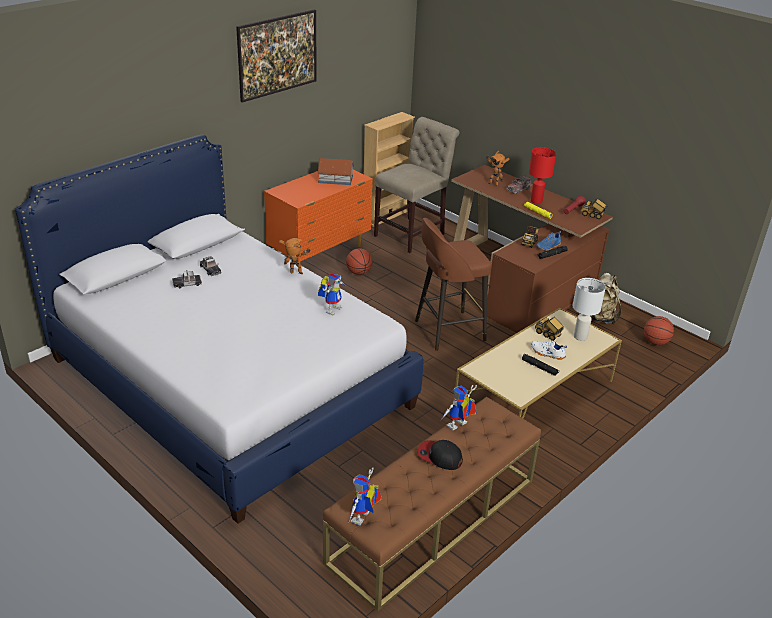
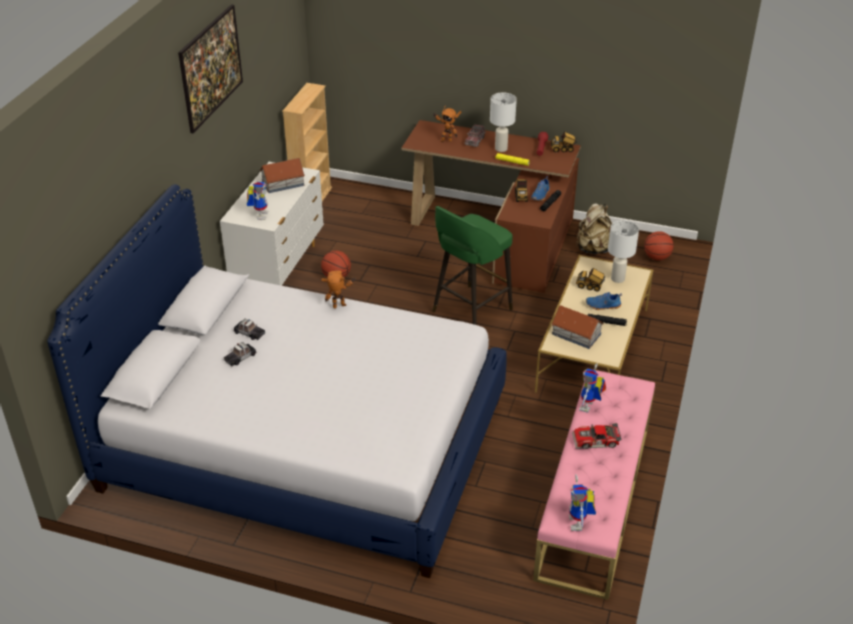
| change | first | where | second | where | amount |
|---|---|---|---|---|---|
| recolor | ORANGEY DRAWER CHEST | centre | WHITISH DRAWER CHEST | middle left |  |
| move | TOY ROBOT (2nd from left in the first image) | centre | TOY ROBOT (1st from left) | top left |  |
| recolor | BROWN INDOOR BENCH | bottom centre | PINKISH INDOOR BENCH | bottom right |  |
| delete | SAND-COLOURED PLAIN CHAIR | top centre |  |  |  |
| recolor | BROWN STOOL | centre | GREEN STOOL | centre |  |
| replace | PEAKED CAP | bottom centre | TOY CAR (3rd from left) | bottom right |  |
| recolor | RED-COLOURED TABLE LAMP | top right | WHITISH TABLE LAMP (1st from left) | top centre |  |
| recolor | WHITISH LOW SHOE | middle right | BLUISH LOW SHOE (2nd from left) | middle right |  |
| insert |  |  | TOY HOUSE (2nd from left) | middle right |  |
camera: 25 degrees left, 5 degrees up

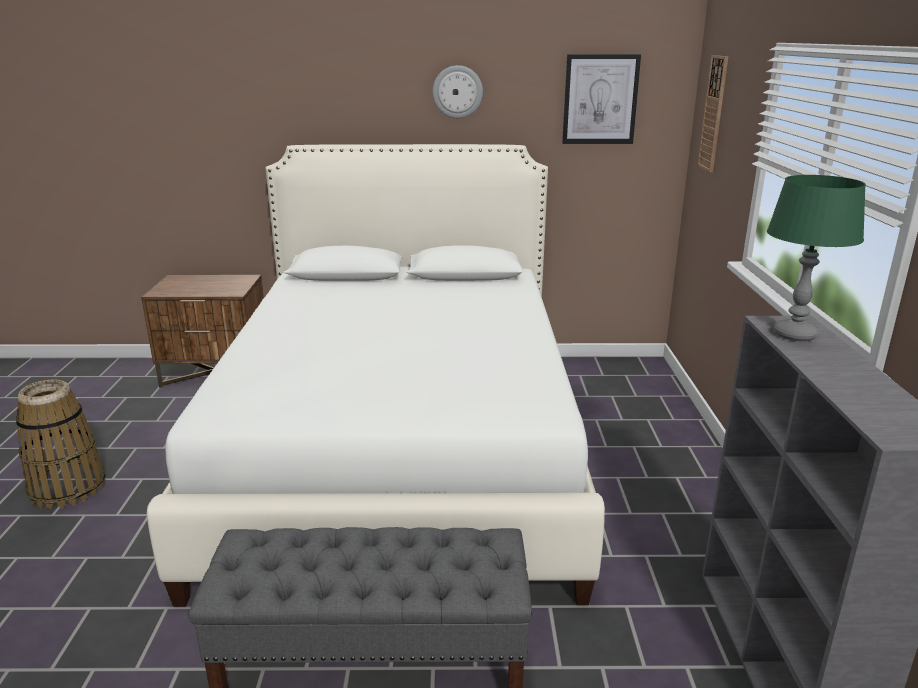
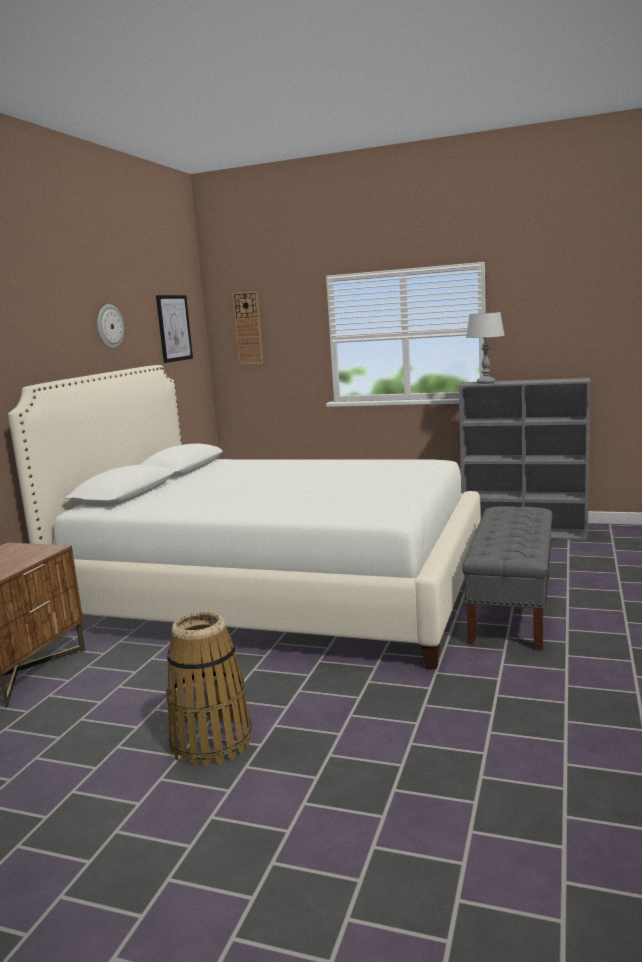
| change | first | where | second | where | amount |
|---|---|---|---|---|---|
| recolor | GREEN TABLE LAMP | middle right | GREY TABLE LAMP | middle right |  |
camera: 70 degrees left, 10 degrees down

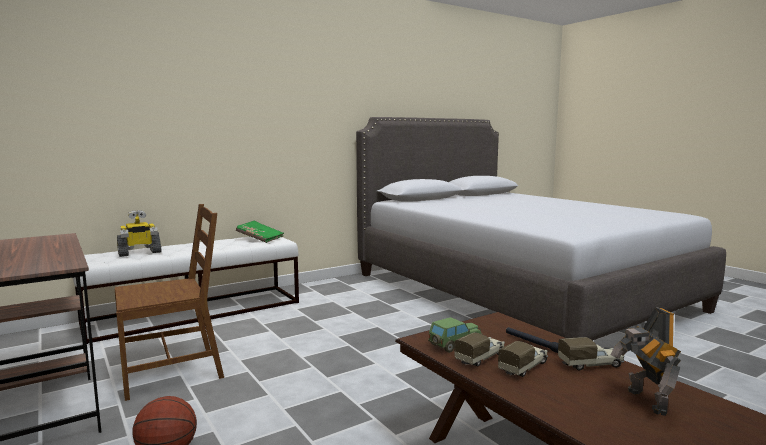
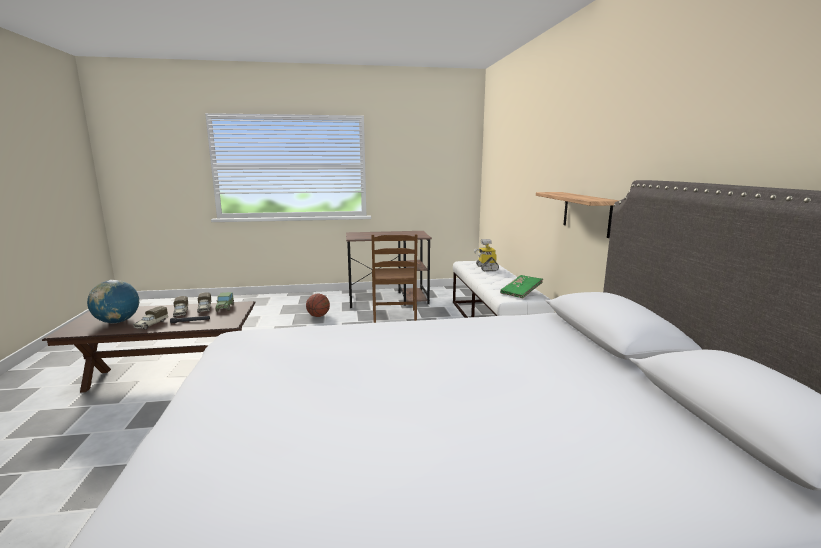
| change | first | where | second | where | amount |
|---|---|---|---|---|---|
| replace | TOY ROBOT (2nd from left) | bottom right | GLOBE | middle left |  |
| insert |  |  | WALL SHELF | middle right |  |
camera: 115 degrees right, 5 degrees up

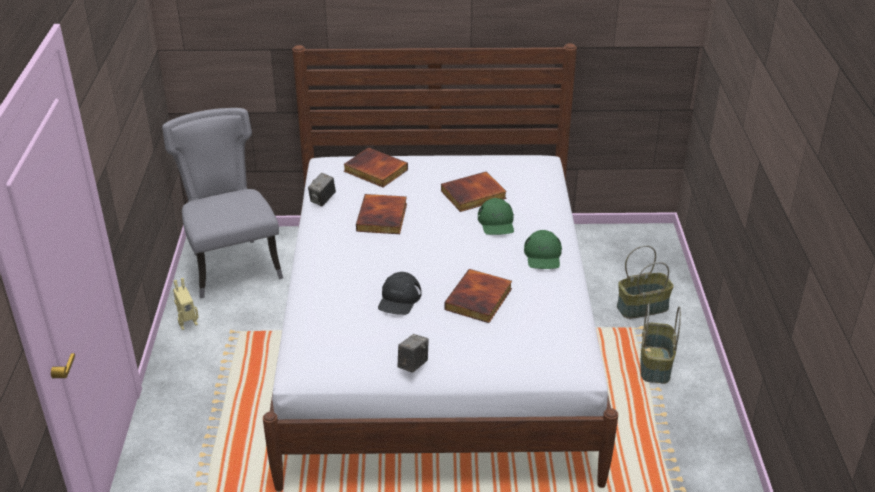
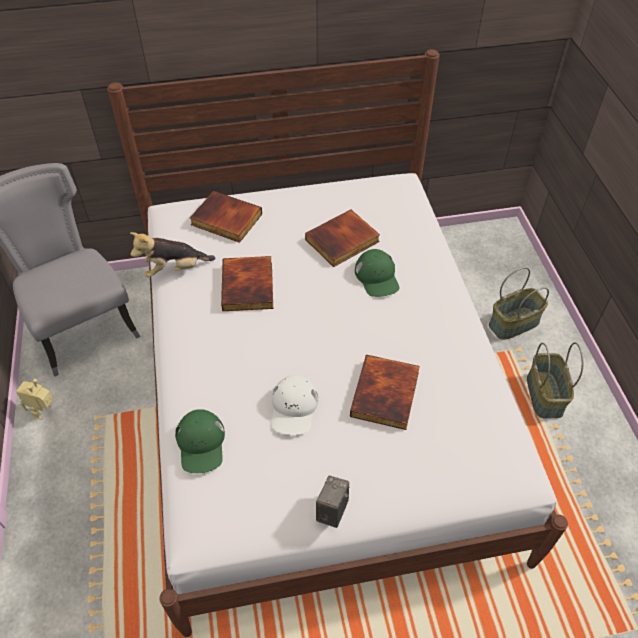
| change | first | where | second | where | amount |
|---|---|---|---|---|---|
| rotate | TOY ROBOT | middle left |  | middle left | 150 degrees clockwise |
| replace | STILL CAMERA (1st from left) | centre | SOFT TOY | middle left |  |
| recolor | BLACK PEAKED CAP | centre | WHITISH PEAKED CAP | centre |  |
| move | GREEN PEAKED CAP (2nd from left in the first image) | centre | GREEN PEAKED CAP (1st from left) | bottom left |  |
camera: 10 degrees left, 15 degrees up

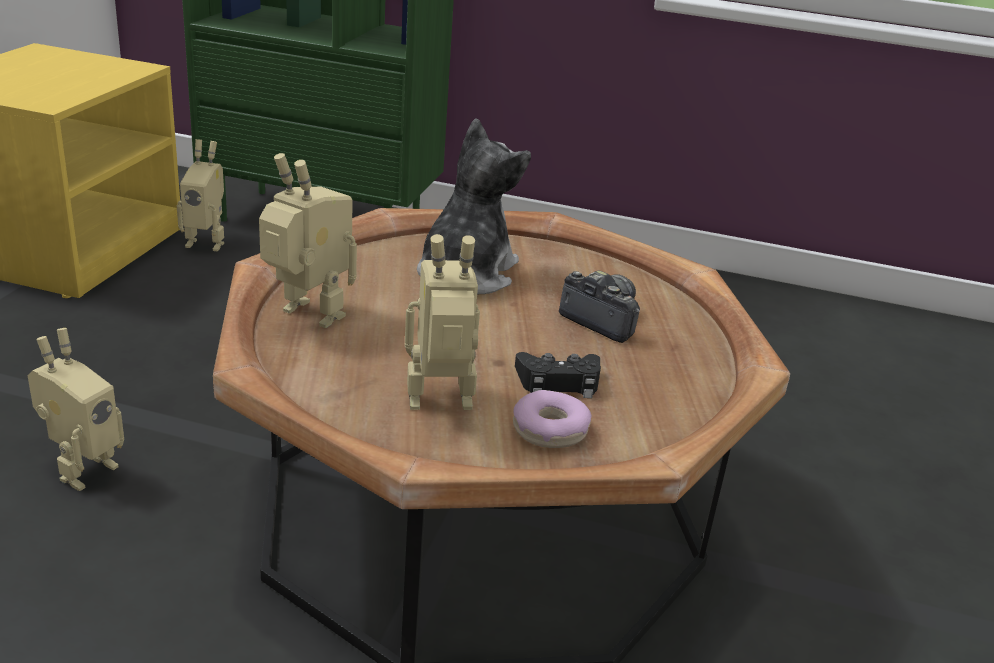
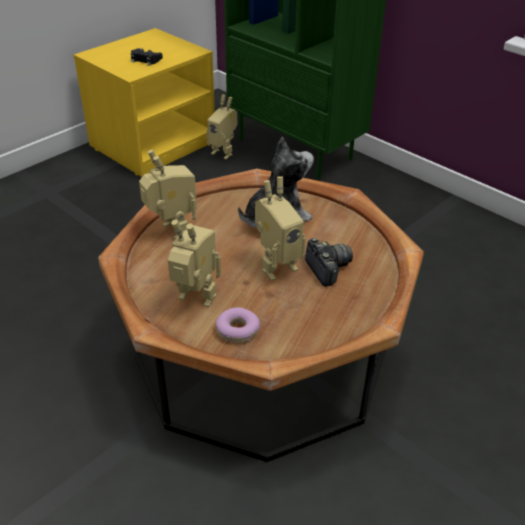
| change | first | where | second | where | amount |
|---|---|---|---|---|---|
| move | TOY ROBOT (1st from left in the first image) | middle left | TOY ROBOT (4th from left) | centre |  |
| move | BLACK JOYPAD | centre |  | top left |  |
camera: 30 degrees right, 10 degrees up

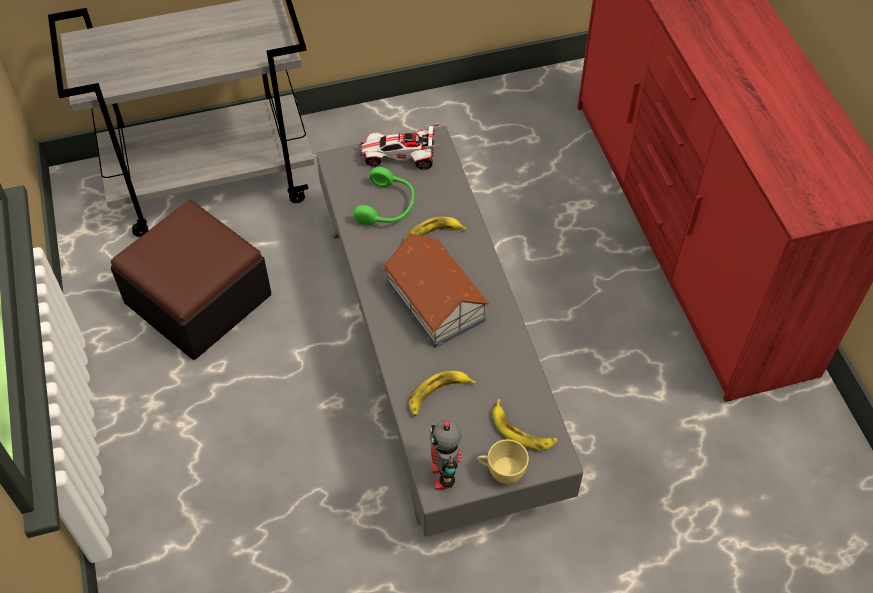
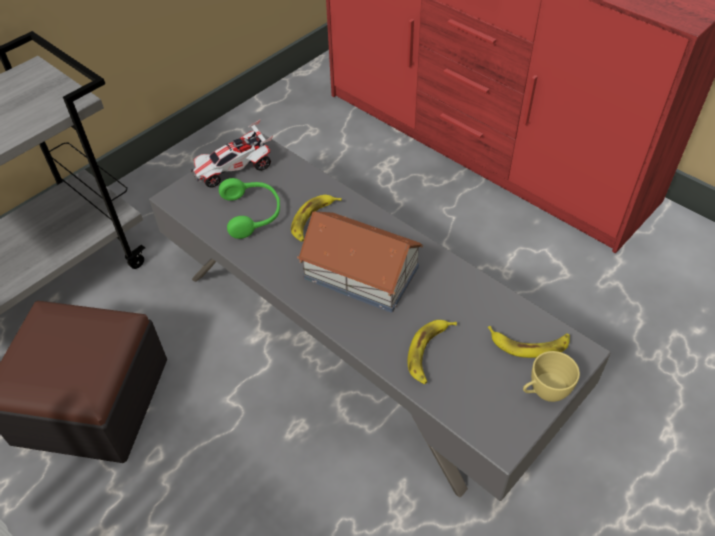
| change | first | where | second | where | amount |
|---|---|---|---|---|---|
| delete | TOY ROBOT | bottom centre |  |  |  |
camera: 30 degrees left, 5 degrees down

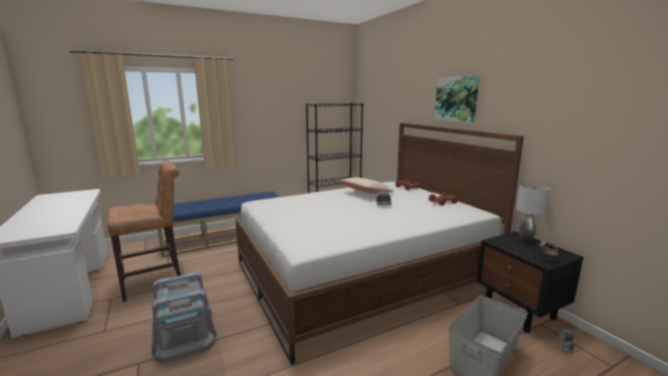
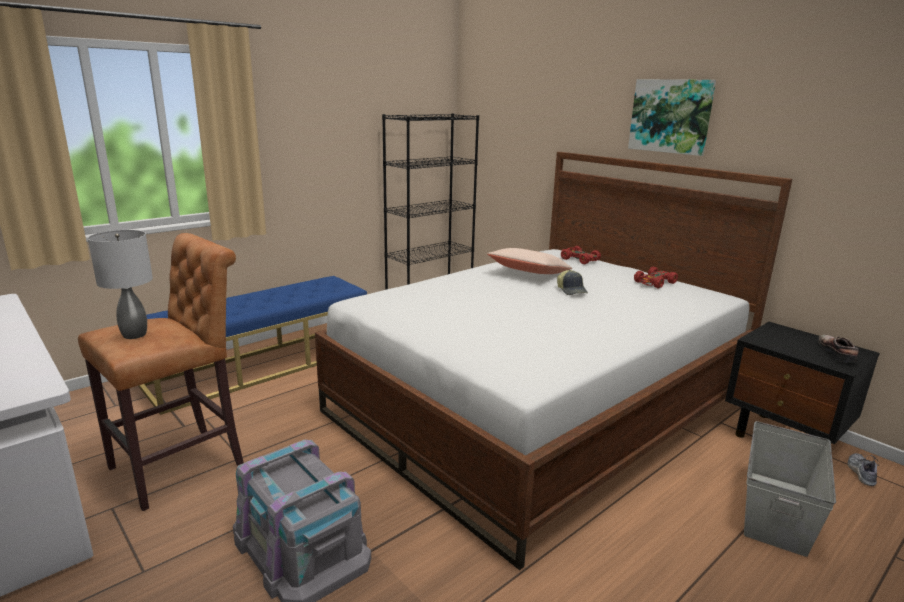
| change | first | where | second | where | amount |
|---|---|---|---|---|---|
| move | GREY TABLE LAMP | middle right |  | middle left |  |
camera: 15 degrees left, 5 degrees up

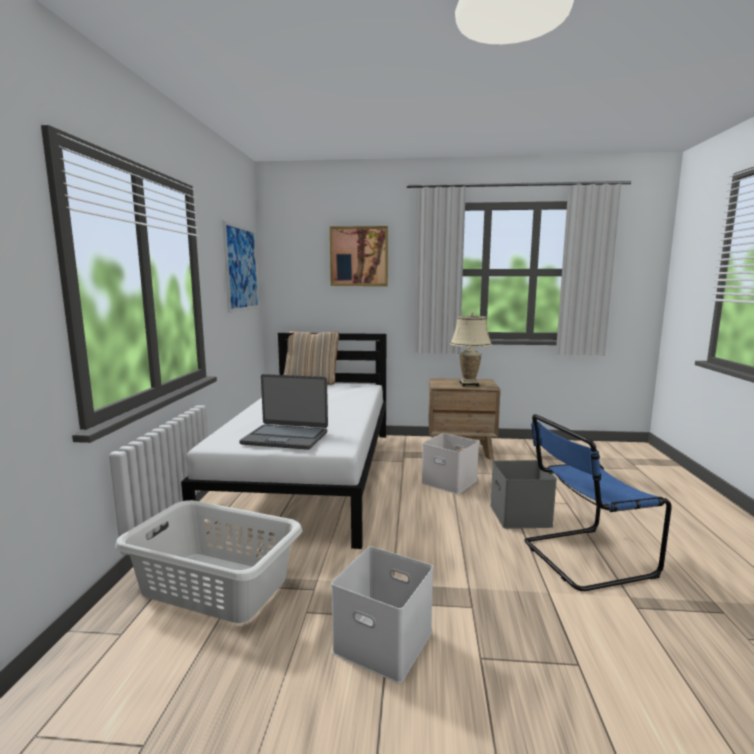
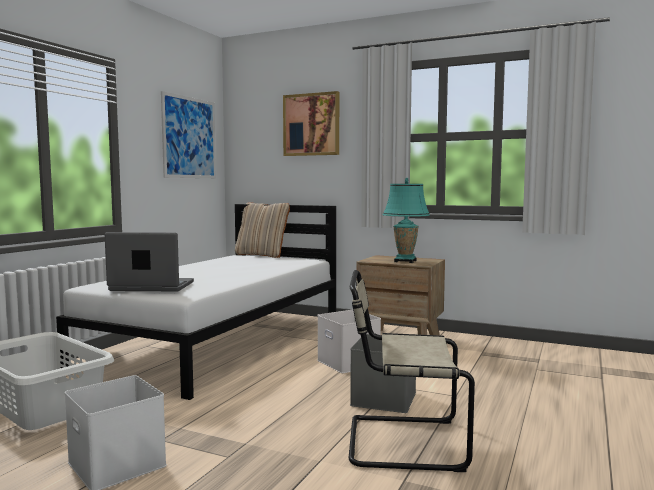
| change | first | where | second | where | amount |
|---|---|---|---|---|---|
| rotate | NOTEBOOK COMPUTER | centre |  | middle left | 150 degrees clockwise |
| recolor | SAND-COLOURED TABLE LAMP | centre | BLUE-GREEN TABLE LAMP | centre |  |
| recolor | BLUISH PLAIN CHAIR | middle right | SAND-COLOURED PLAIN CHAIR | bottom centre |  |
camera: 20 degrees right, 5 degrees down

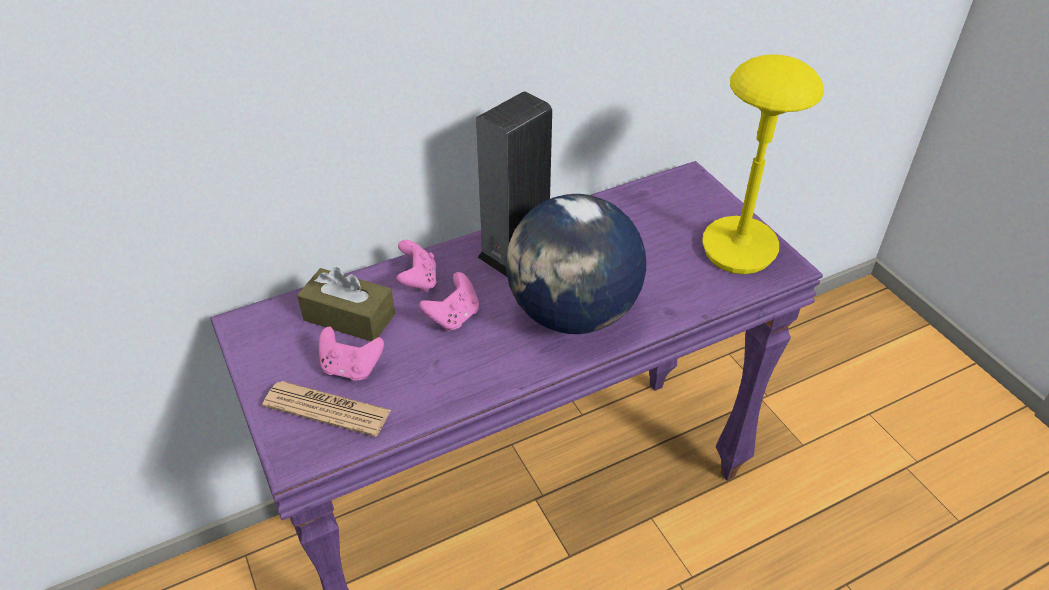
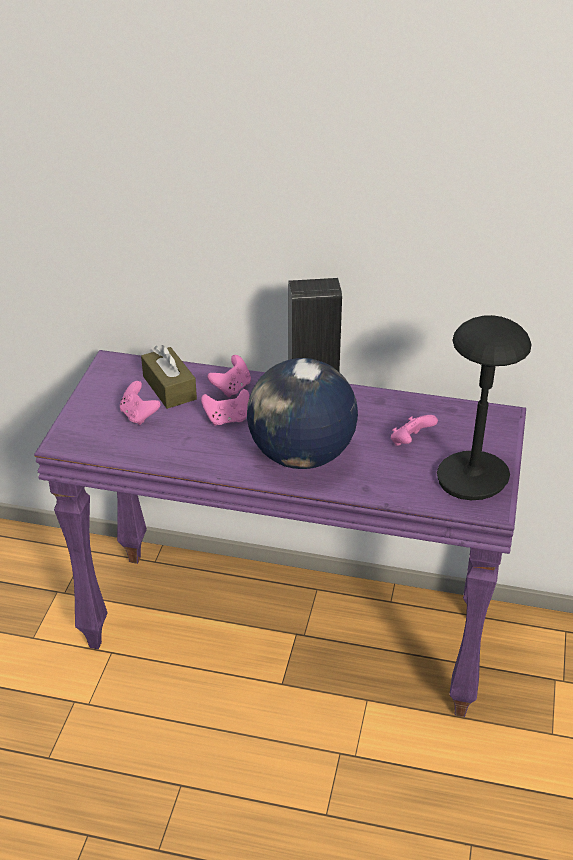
| change | first | where | second | where | amount |
|---|---|---|---|---|---|
| delete | DAILY PAPER | bottom left |  |  |  |
| recolor | YELLOW-COLOURED TABLE LAMP | top right | BLACK TABLE LAMP | middle right |  |
| insert |  |  | PINKISH JOYPAD (4th from left) | middle right |  |
camera: 40 degrees right, 5 degrees down

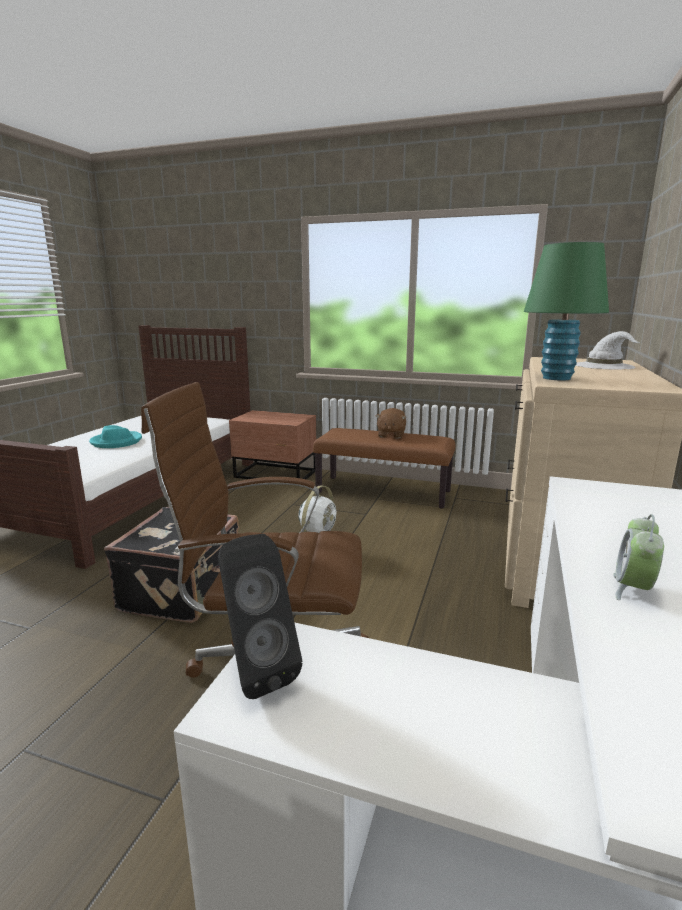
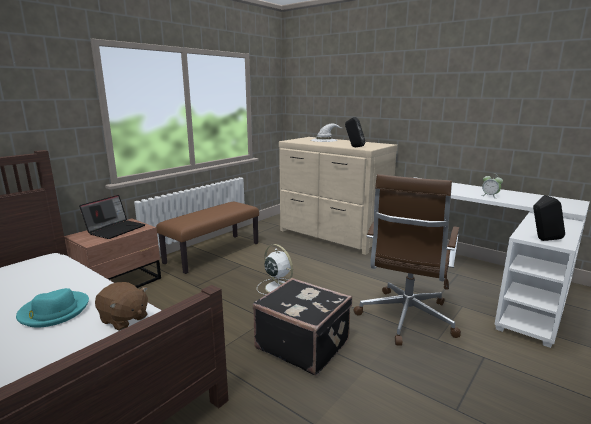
| change | first | where | second | where | amount |
|---|---|---|---|---|---|
| move | BROWN SOFT TOY | centre |  | bottom left |  |
| replace | GREEN TABLE LAMP | middle right | BLACK LOUDSPEAKER (1st from left) | top centre |  |
| insert |  |  | NOTEBOOK COMPUTER | middle left |  |
camera: 70 degrees left, 0 degrees up

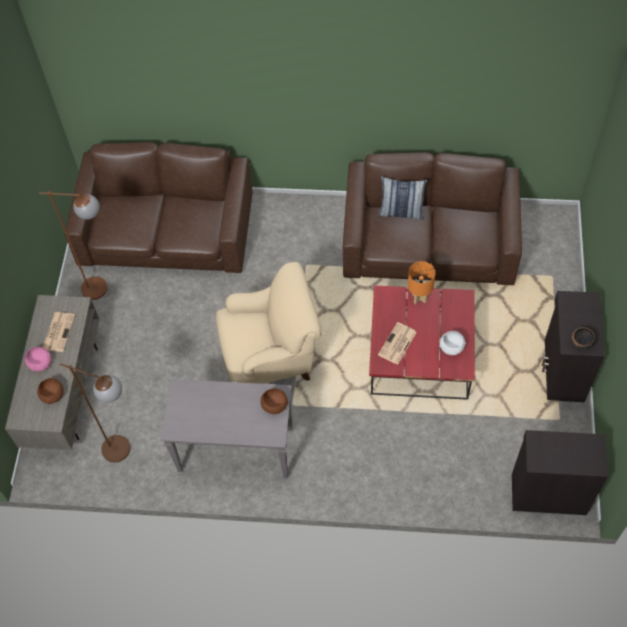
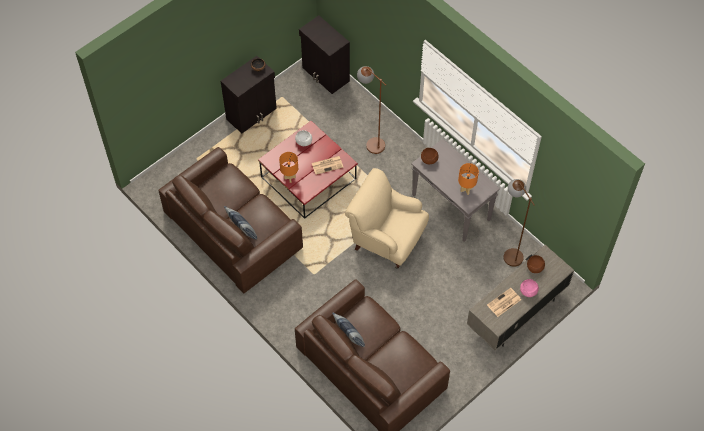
| change | first | where | second | where | amount |
|---|---|---|---|---|---|
| move | BROWN STANDARD LAMP (1st from left) | middle left |  | top centre |  |
| insert |  |  | CUSHION (2nd from left) | bottom centre |  |
| insert |  |  | ORANGEY TABLE LAMP (2nd from left) | centre |  |
camera: 140 degrees left, 0 degrees up

